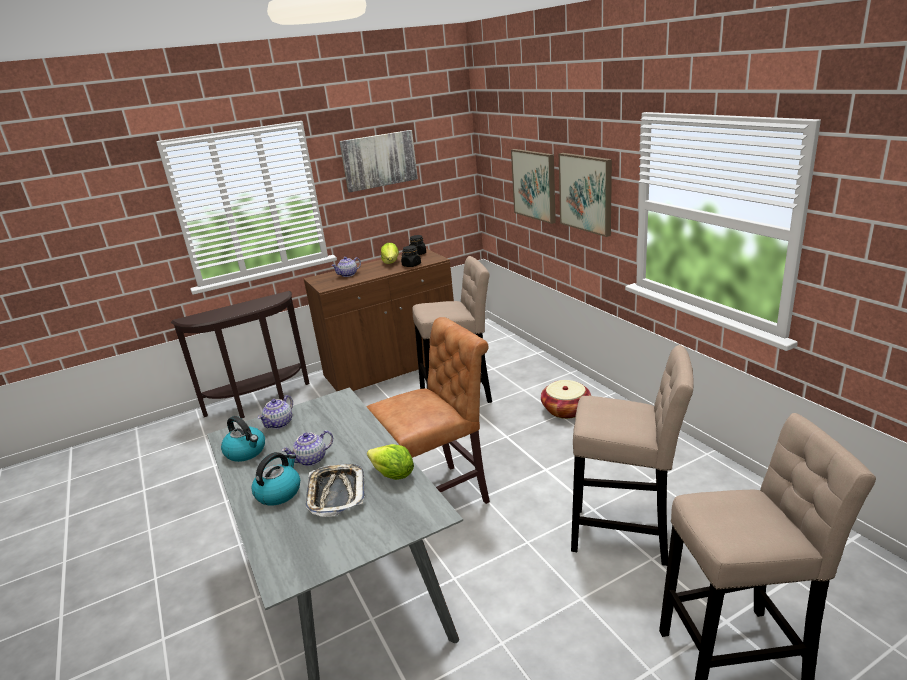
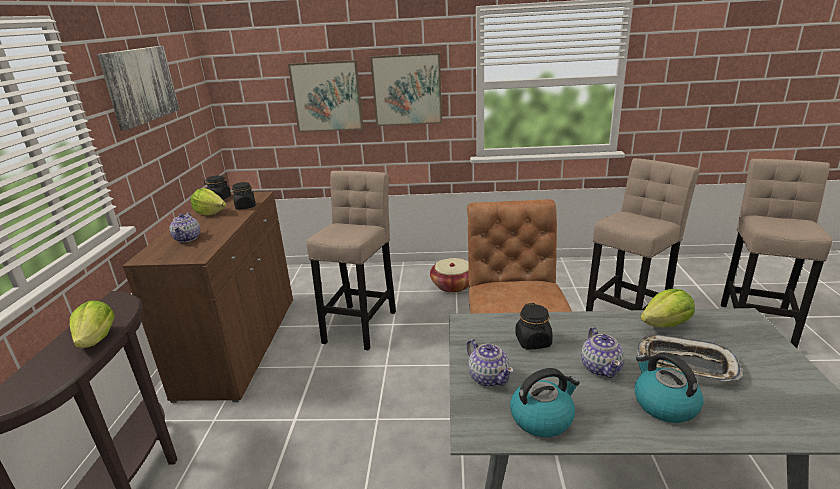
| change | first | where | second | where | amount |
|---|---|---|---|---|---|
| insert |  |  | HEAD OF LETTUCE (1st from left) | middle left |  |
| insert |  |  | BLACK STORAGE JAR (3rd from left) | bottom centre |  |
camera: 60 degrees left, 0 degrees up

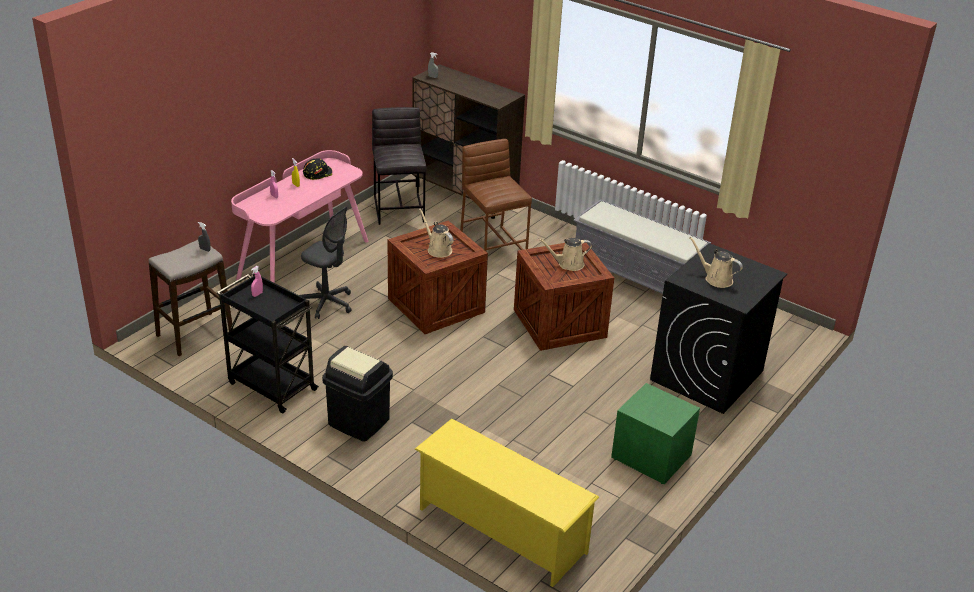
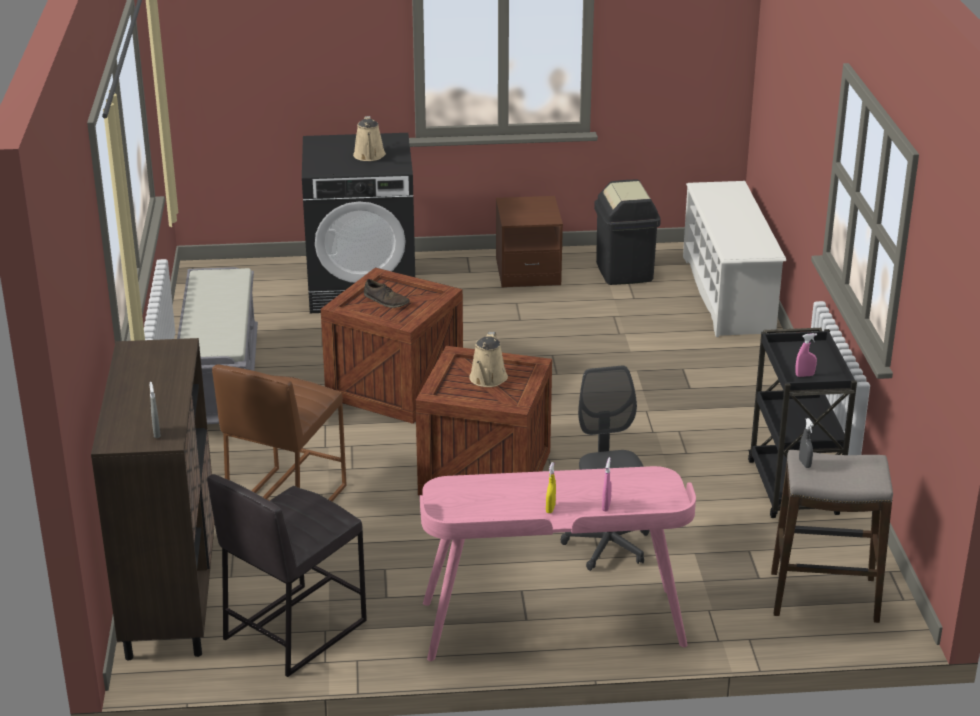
| change | first | where | second | where | amount |
|---|---|---|---|---|---|
| delete | BLACK SAFETY HELMET | top left |  |  |  |
| move | BLACK WASTE BIN | centre |  | top centre |  |
| recolor | YELLOW-COLOURED SHOE SHELF | bottom centre | WHITISH SHOE SHELF | middle right |  |
| replace | SAND-COLOURED WATERING POT (2nd from left) | centre | BROWN LOW SHOE | centre |  |
| recolor | GREEN BEDSIDE TABLE | bottom right | BROWN BEDSIDE TABLE | centre |  |
camera: 130 degrees left, 5 degrees down

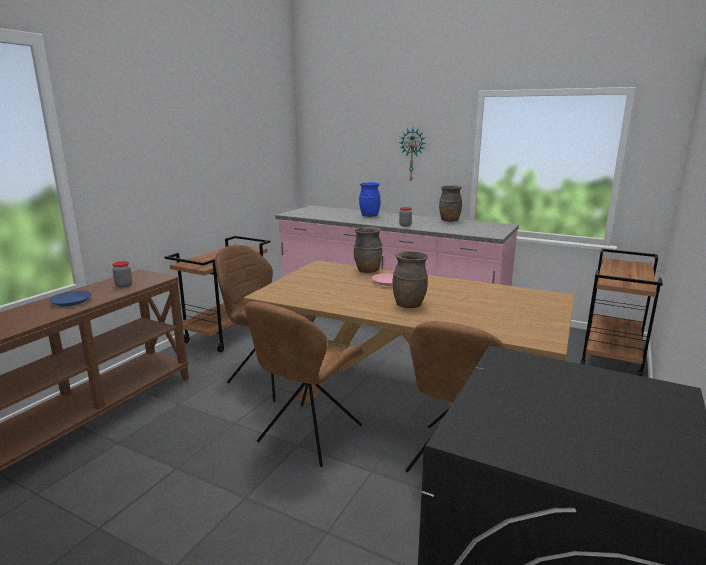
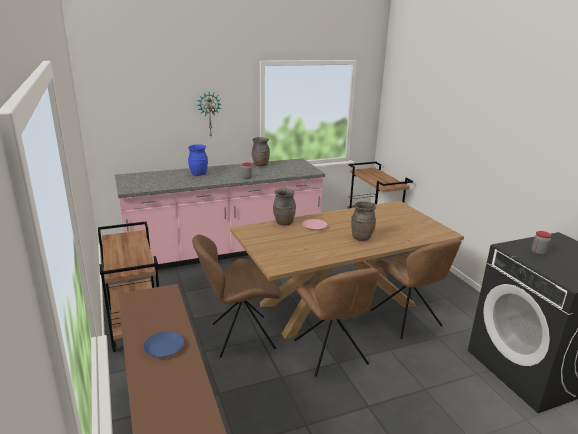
| change | first | where | second | where | amount |
|---|---|---|---|---|---|
| move | STORAGE JAR (1st from left in the first image) | middle left | STORAGE JAR (2nd from left) | middle right |  |
camera: 50 degrees left, 5 degrees up

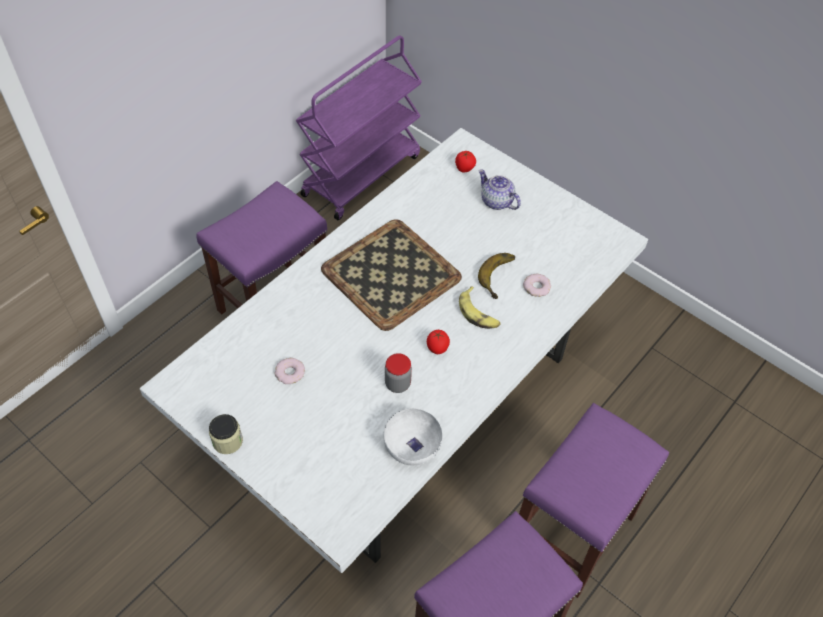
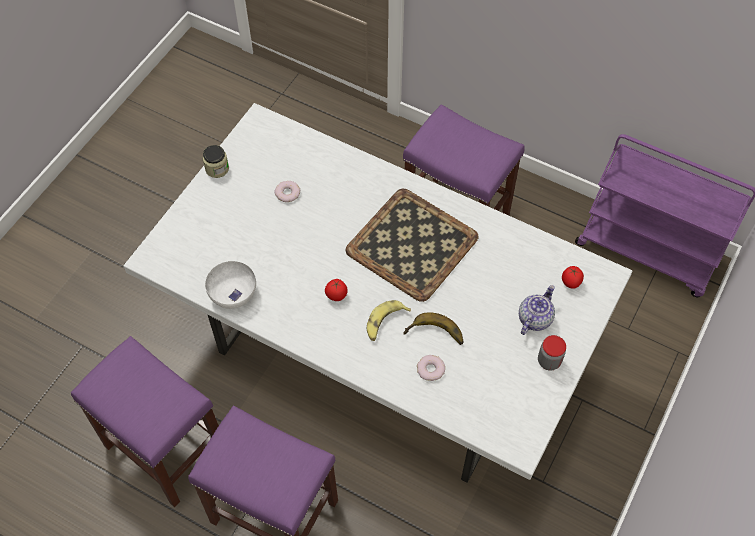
| change | first | where | second | where | amount |
|---|---|---|---|---|---|
| move | STORAGE JAR (2nd from left) | centre |  | middle right |  |
camera: 80 degrees right, 5 degrees up

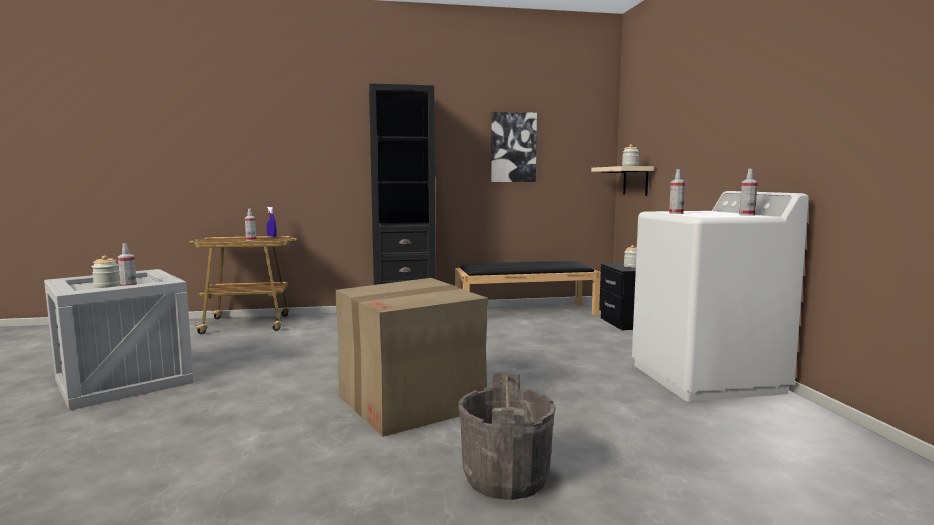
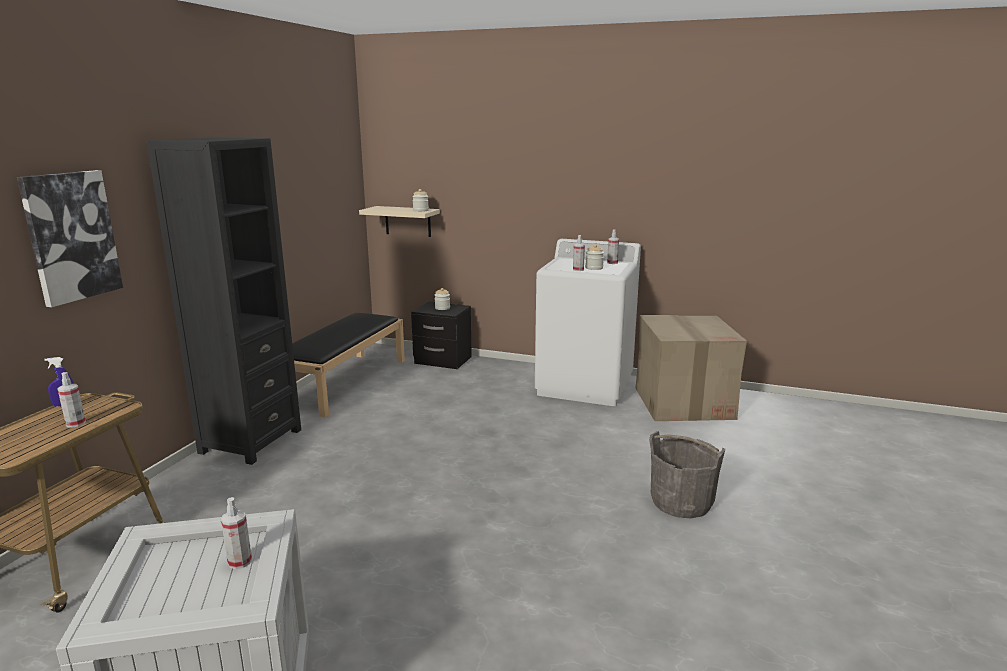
| change | first | where | second | where | amount |
|---|---|---|---|---|---|
| move | STORAGE JAR (1st from left in the first image) | middle left | STORAGE JAR (3rd from left) | centre |  |
| move | PACKING BOX | bottom centre |  | middle right |  |
| move | PICTURE | top centre |  | middle left |  |
camera: 60 degrees left, 10 degrees up

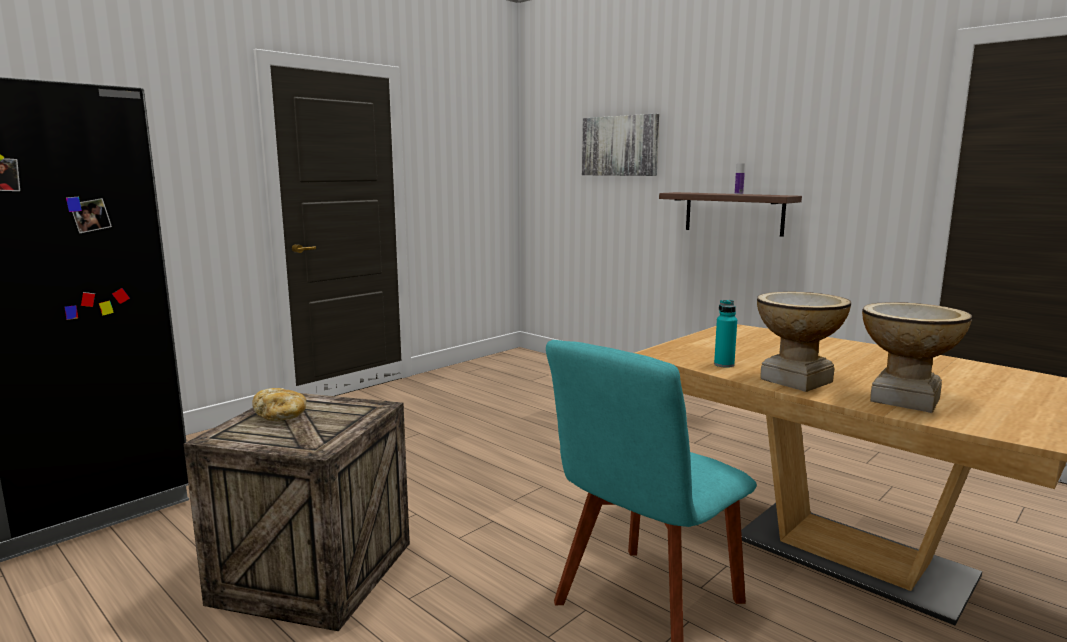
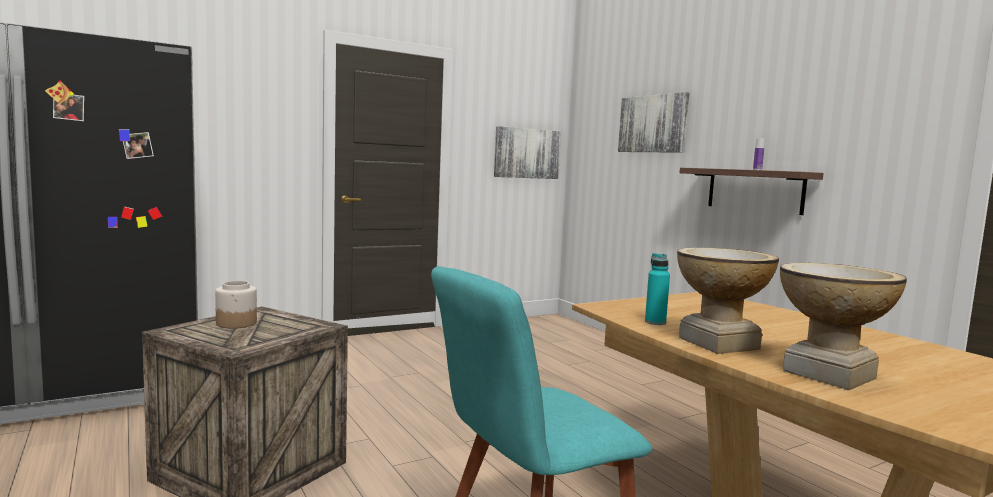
| change | first | where | second | where | amount |
|---|---|---|---|---|---|
| replace | BAKERY BREAD | middle left | STORAGE JAR | middle left |  |
| insert |  |  | PICTURE (1st from left) | top centre |  |
camera: 15 degrees right, 5 degrees down

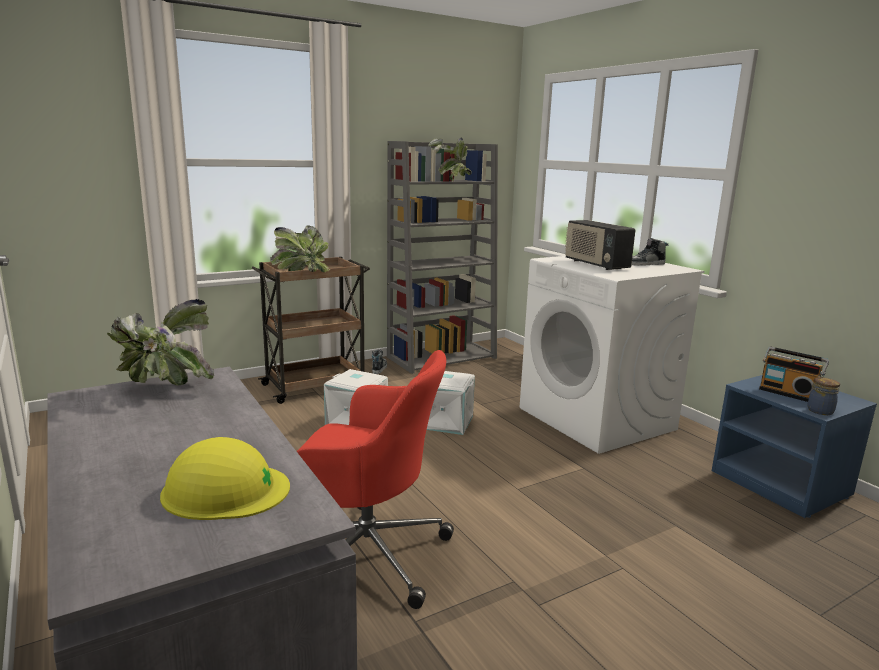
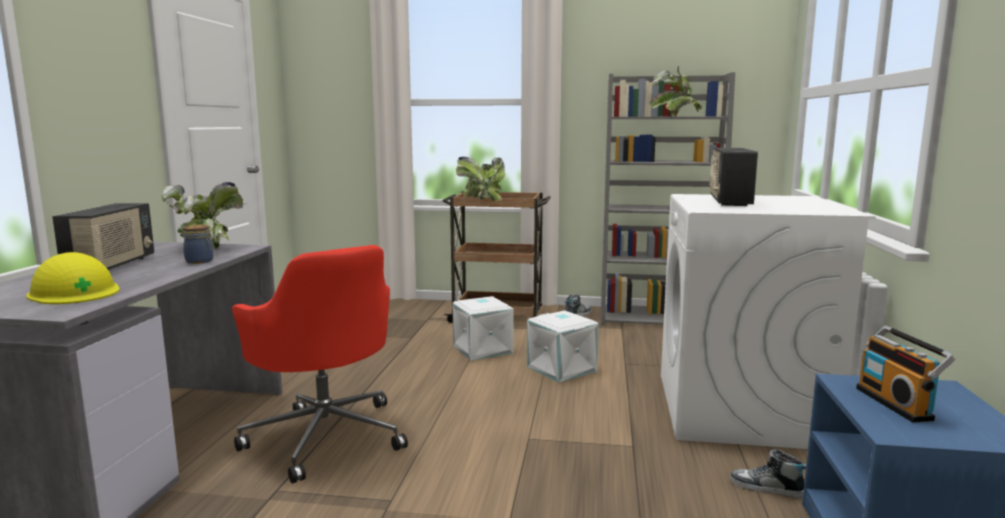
| change | first | where | second | where | amount |
|---|---|---|---|---|---|
| move | LOW SHOE (2nd from left) | middle right |  | bottom right |  |
| move | STORAGE JAR | middle right |  | middle left |  |
| insert |  |  | RADIO RECEIVER (1st from left) | middle left |  |
camera: 40 degrees right, 5 degrees down

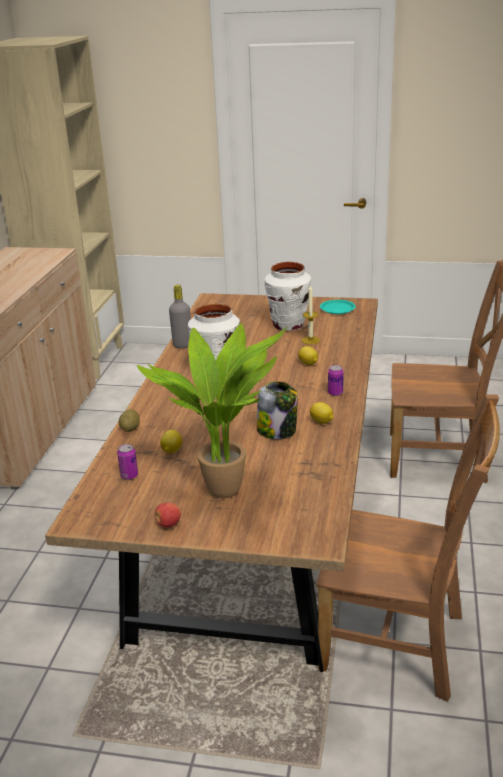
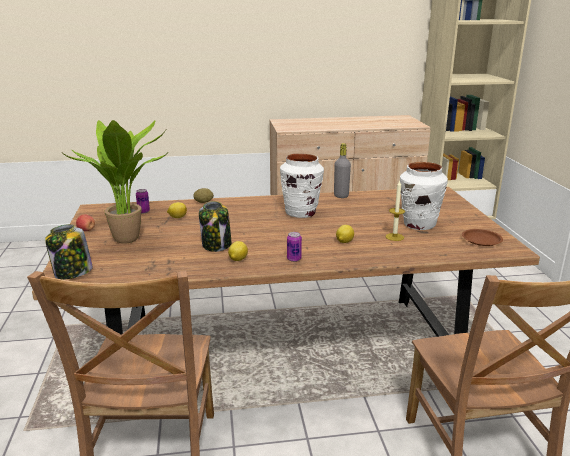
| change | first | where | second | where | amount |
|---|---|---|---|---|---|
| recolor | BLUE-GREEN DINNER PLATE | middle right | BROWN DINNER PLATE | middle right |  |
| insert |  |  | STORAGE JAR (1st from left) | middle left |  |
camera: 70 degrees right, 5 degrees down

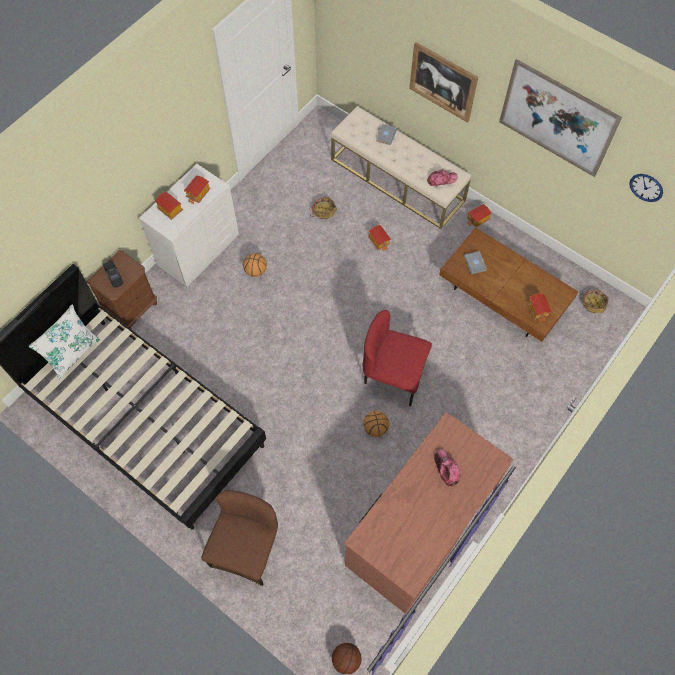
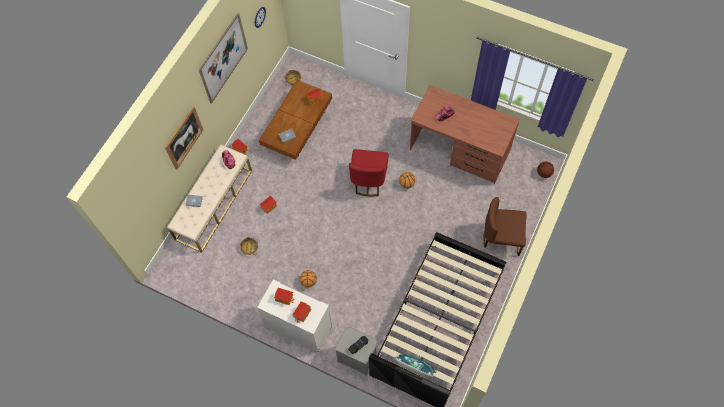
| change | first | where | second | where | amount |
|---|---|---|---|---|---|
| recolor | WHITISH CUSHION | middle left | BLUISH CUSHION | bottom centre |  |
| recolor | BROWN BEDSIDE TABLE | middle left | GREY BEDSIDE TABLE | bottom centre |  |
camera: 100 degrees left, 0 degrees up

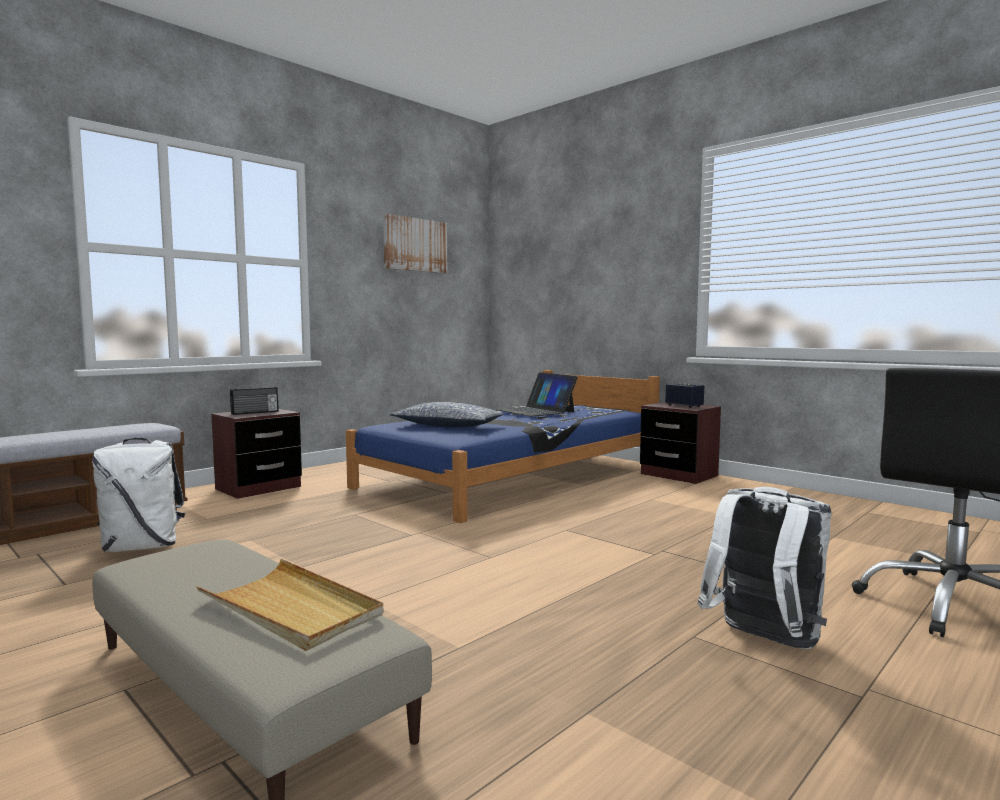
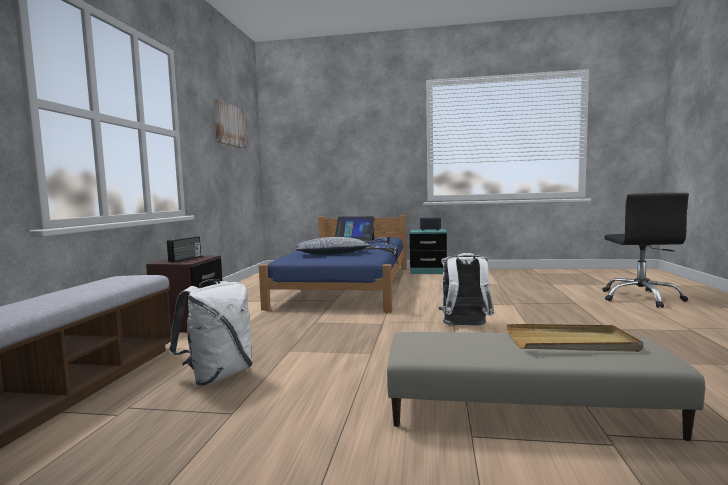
| change | first | where | second | where | amount |
|---|---|---|---|---|---|
| recolor | BROWN BEDSIDE TABLE (2nd from left) | middle right | BLUE-GREEN BEDSIDE TABLE | centre |  |
| move | WHITISH BACKPACK (2nd from left) | bottom right |  | centre |  |
camera: 35 degrees left, 0 degrees up

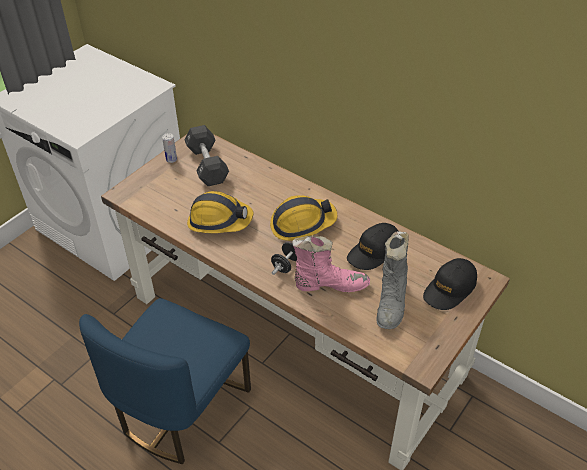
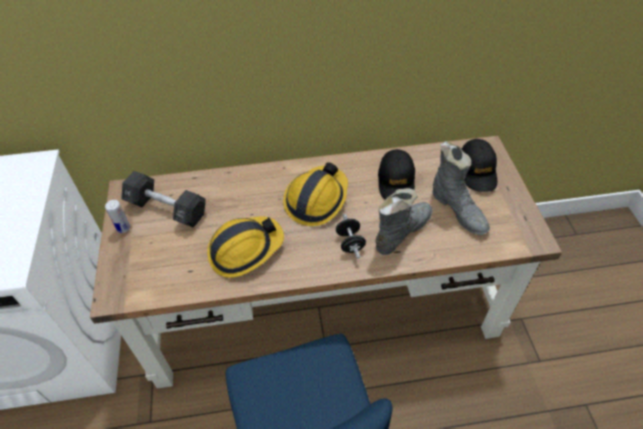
| change | first | where | second | where | amount |
|---|---|---|---|---|---|
| recolor | PINKISH TALL BOOT | centre | GREY TALL BOOT (1st from left) | centre |  |
camera: 45 degrees left, 5 degrees up

